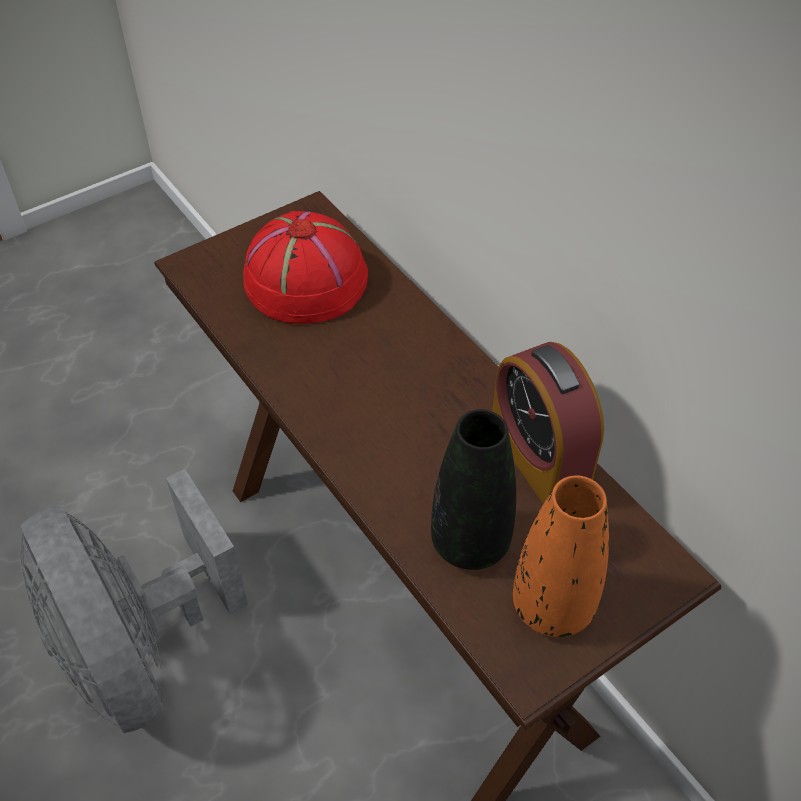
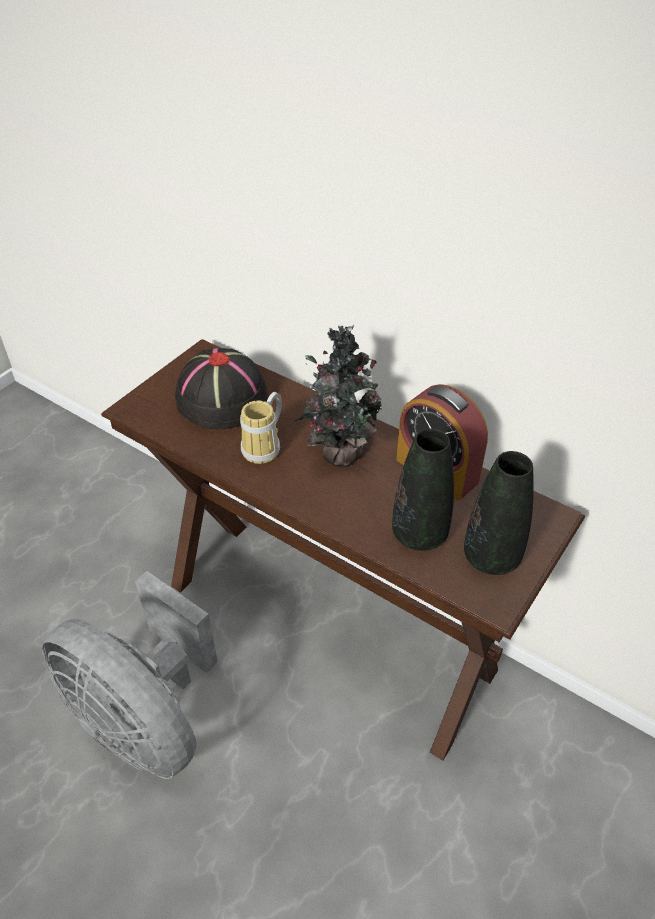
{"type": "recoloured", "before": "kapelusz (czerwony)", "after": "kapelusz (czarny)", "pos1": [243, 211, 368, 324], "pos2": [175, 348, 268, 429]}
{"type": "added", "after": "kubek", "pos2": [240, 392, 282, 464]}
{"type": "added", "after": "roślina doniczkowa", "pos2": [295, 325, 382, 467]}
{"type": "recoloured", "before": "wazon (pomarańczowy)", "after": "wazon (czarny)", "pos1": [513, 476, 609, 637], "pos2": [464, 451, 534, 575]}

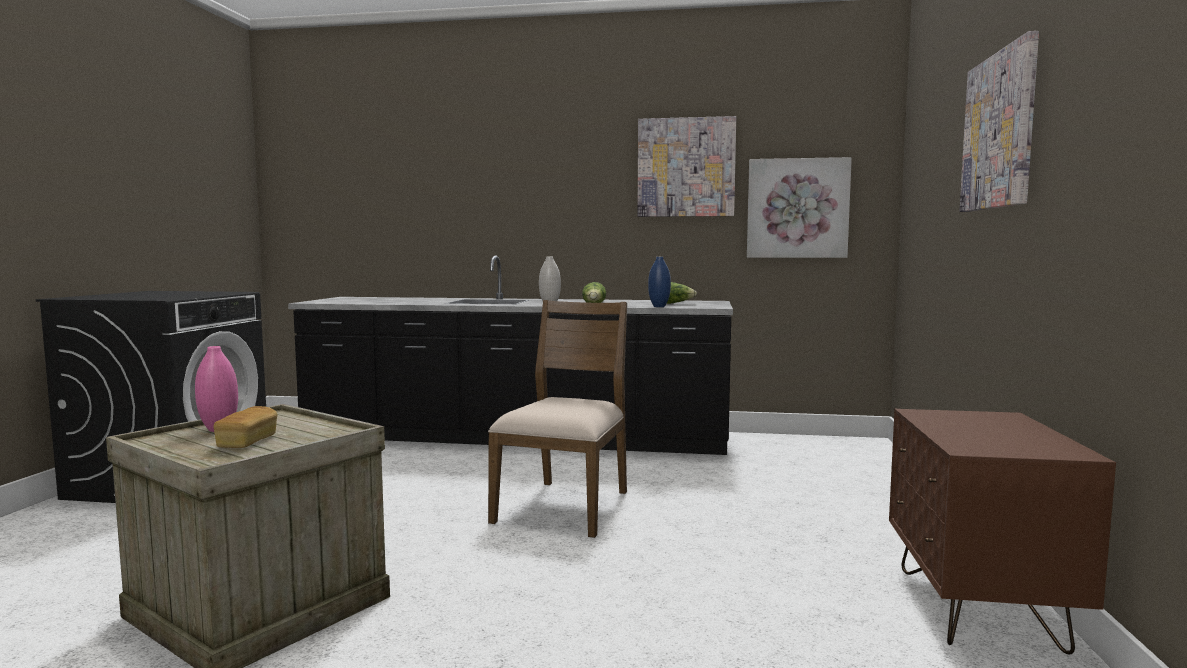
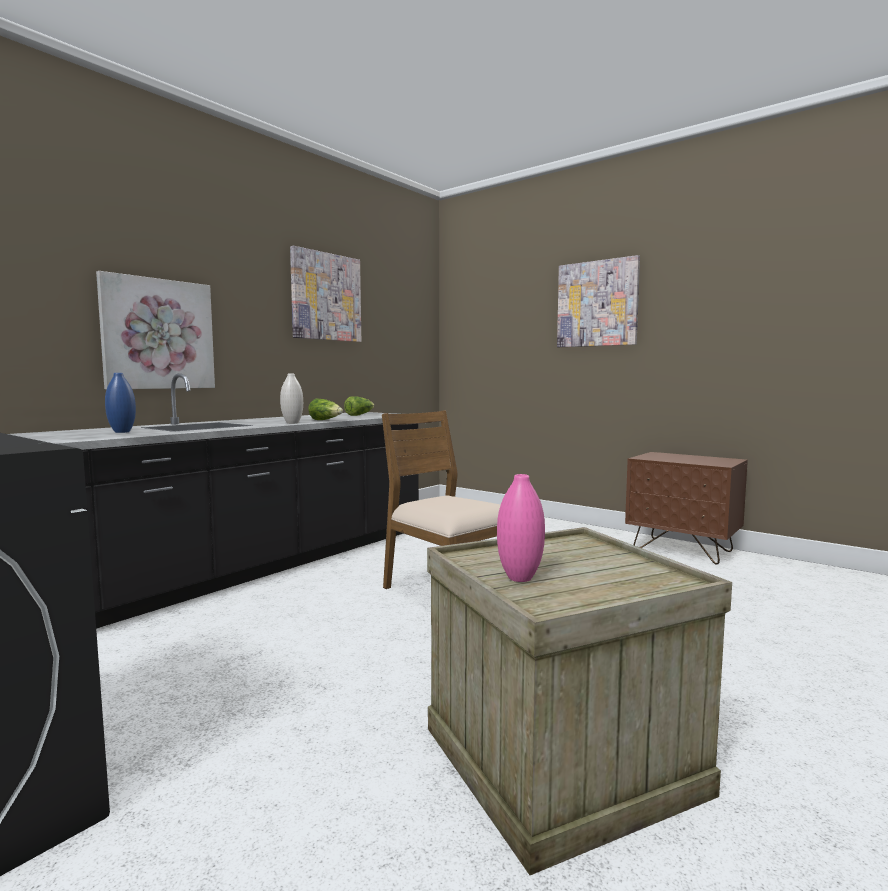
{"type": "moved", "before": "obraz", "pos1": [747, 157, 852, 258], "pos2": [96, 271, 215, 390]}
{"type": "moved", "before": "wazon (niebieski)", "pos1": [648, 257, 671, 307], "pos2": [105, 373, 136, 433]}
{"type": "removed", "before": "chleb", "pos1": [214, 406, 277, 448]}

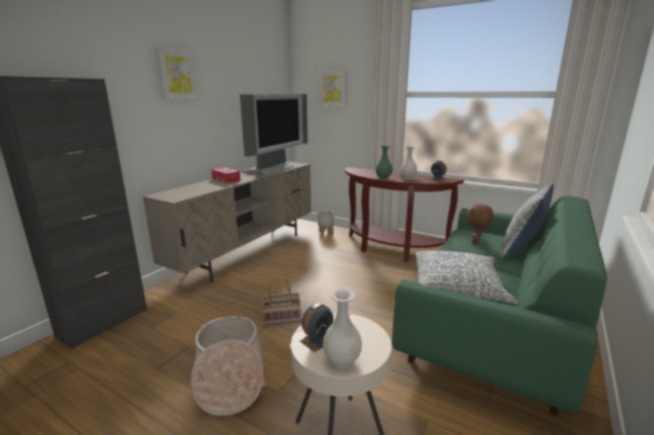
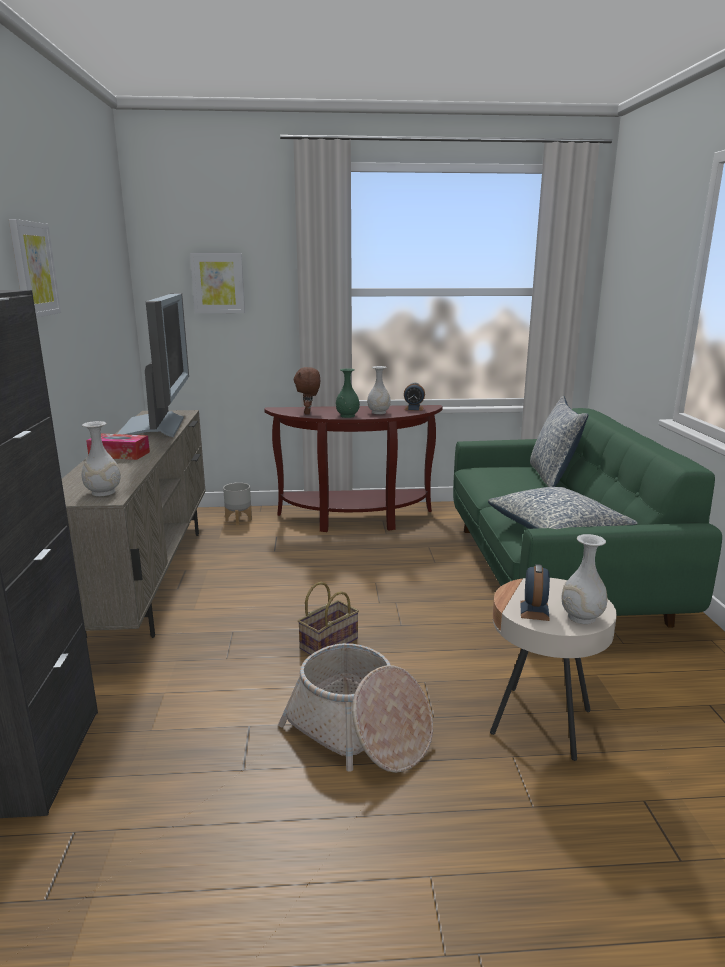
{"type": "added", "after": "wazon (biały)", "pos2": [82, 421, 121, 496]}
{"type": "moved", "before": "pluszak (brązowy)", "pos1": [467, 203, 493, 244], "pos2": [294, 367, 320, 415]}

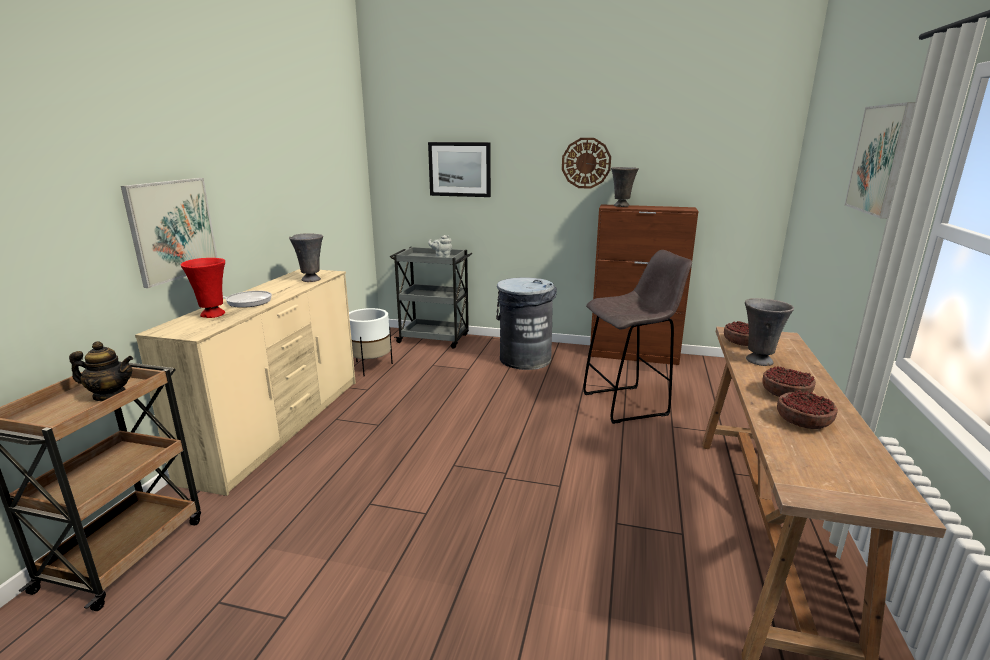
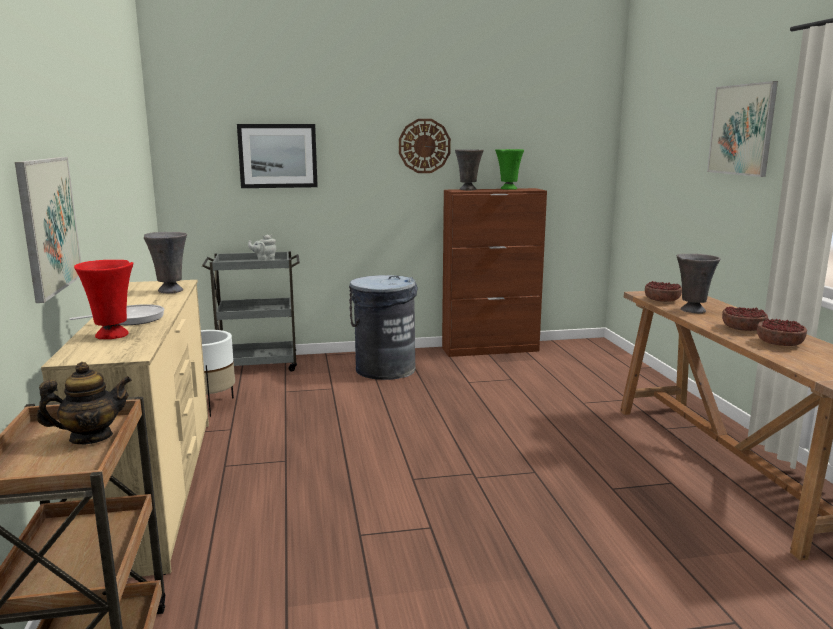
{"type": "added", "after": "wazon (zielony)", "pos2": [495, 149, 524, 190]}
{"type": "removed", "before": "stołek (szary)", "pos1": [583, 250, 692, 424]}

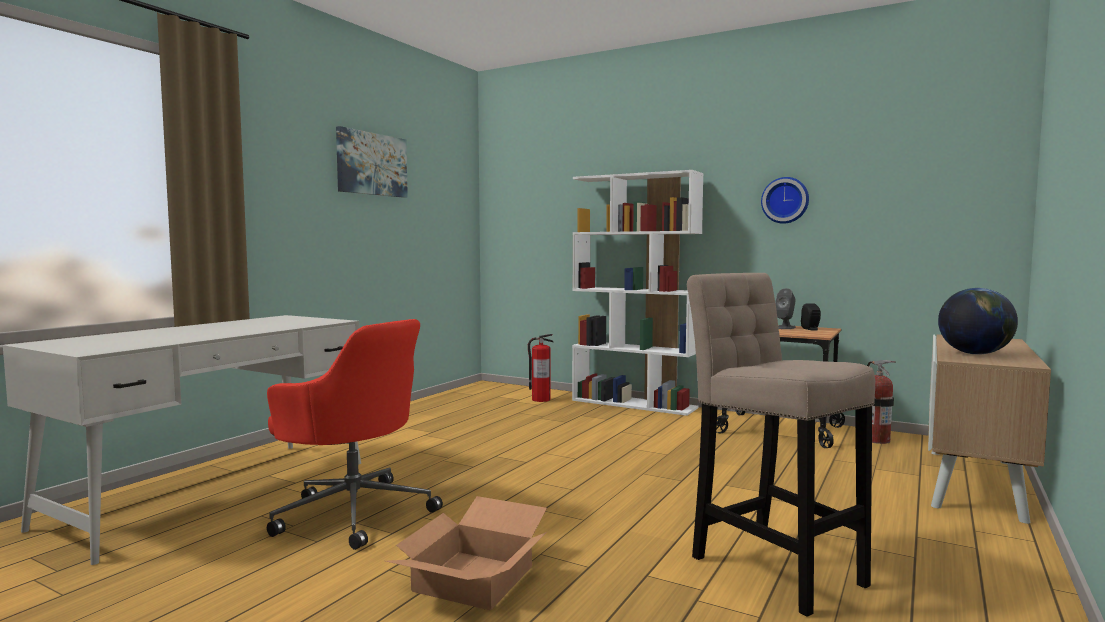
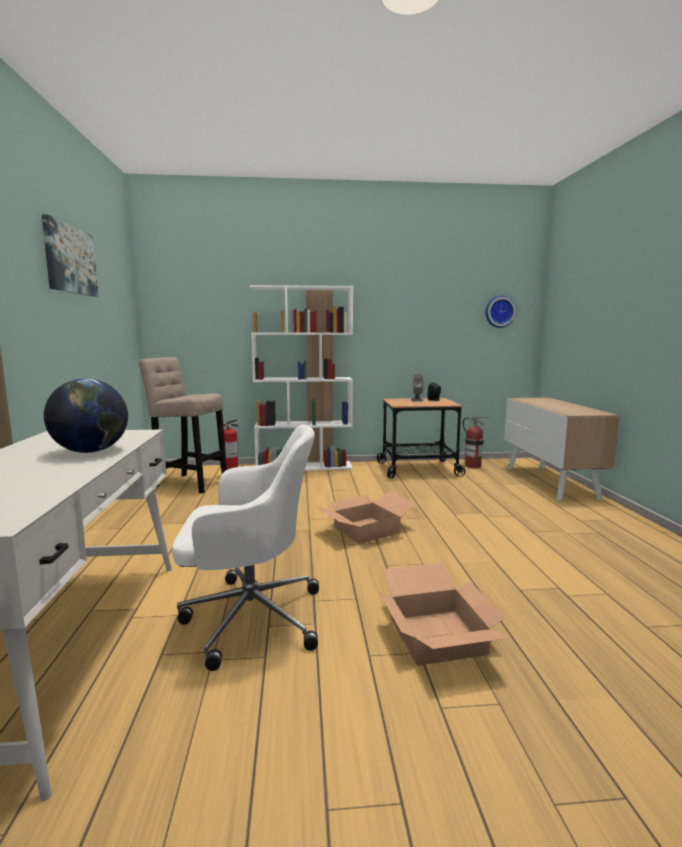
{"type": "moved", "before": "globus", "pos1": [938, 288, 1018, 355], "pos2": [44, 378, 128, 453]}
{"type": "moved", "before": "stołek (beżowy)", "pos1": [687, 273, 875, 617], "pos2": [138, 357, 227, 494]}
{"type": "recoloured", "before": "krzesło biurowe (czerwony)", "after": "krzesło biurowe (biały)", "pos1": [267, 319, 443, 550], "pos2": [172, 424, 319, 671]}
{"type": "added", "after": "karton", "pos2": [315, 491, 417, 544]}
{"type": "moved", "before": "zegar ścienny", "pos1": [761, 177, 809, 224], "pos2": [485, 296, 516, 328]}

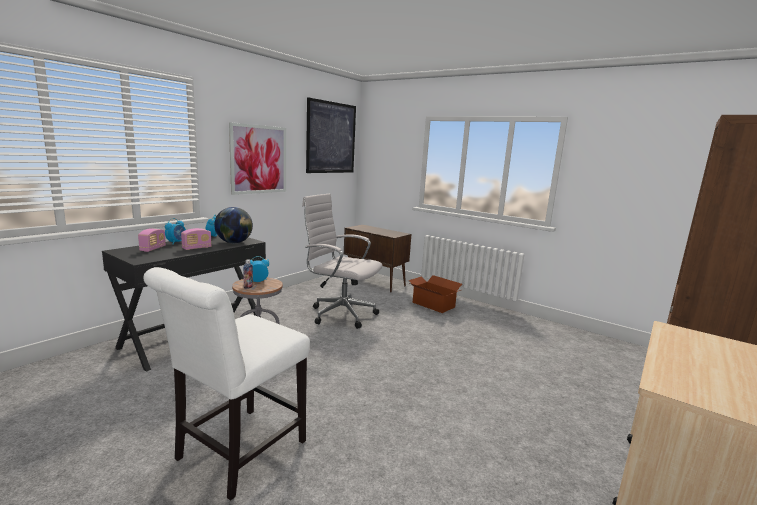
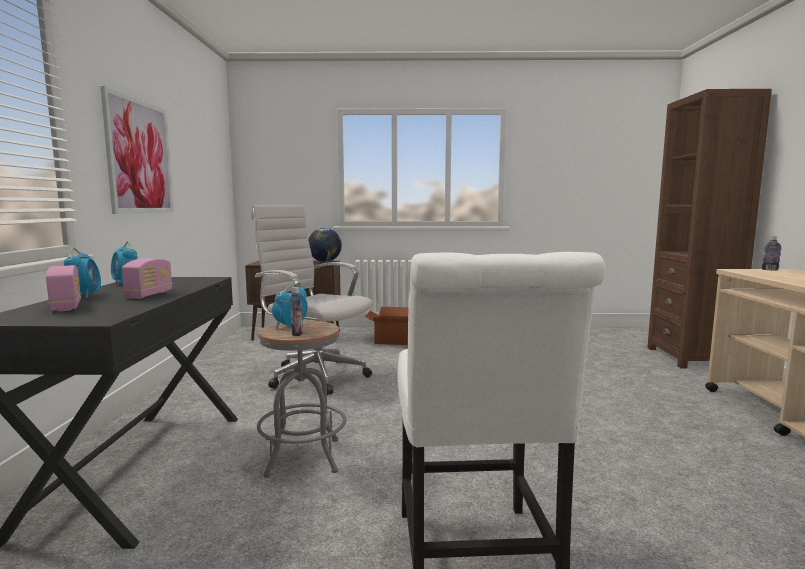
{"type": "turned", "before": "krzesło biurowe (biały)", "pos1": [302, 194, 383, 329], "pos2": [252, 205, 373, 395], "turn": 45}
{"type": "moved", "before": "globus", "pos1": [214, 207, 253, 243], "pos2": [308, 228, 342, 262]}
{"type": "added", "after": "butelka", "pos2": [762, 236, 782, 271]}
{"type": "removed", "before": "obraz", "pos1": [306, 97, 356, 173]}

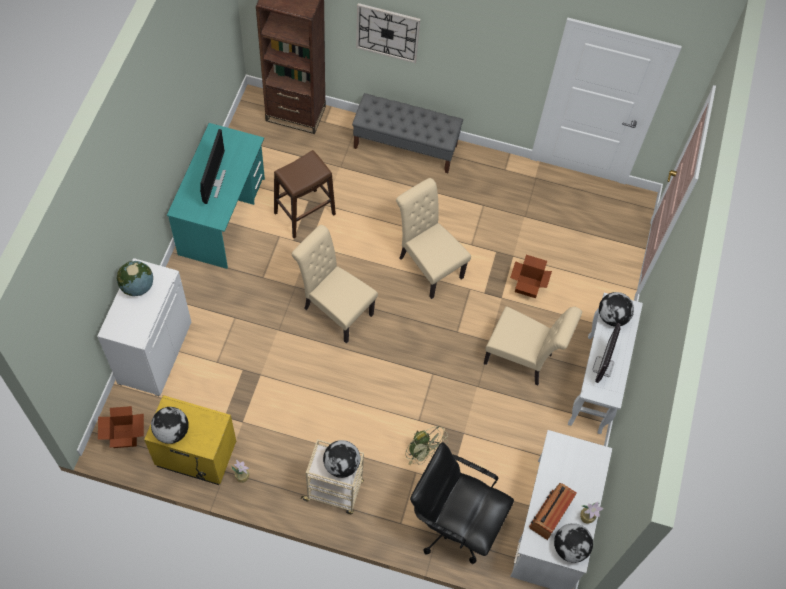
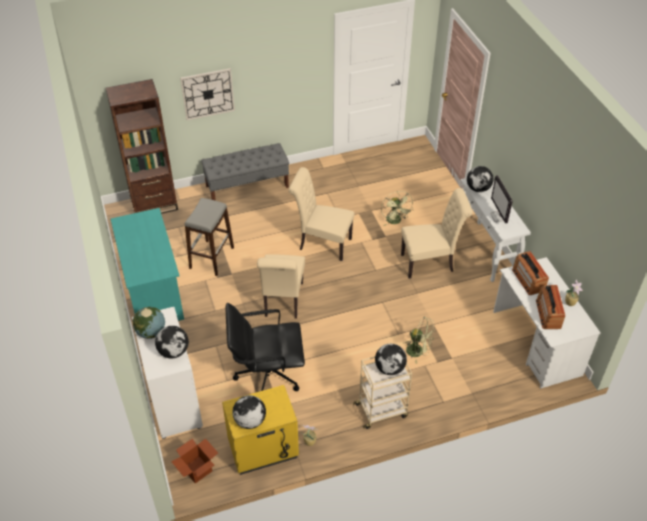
{"type": "moved", "before": "globus", "pos1": [554, 523, 593, 563], "pos2": [155, 326, 189, 358]}
{"type": "recoloured", "before": "stołek (brązowy)", "after": "stołek (szary)", "pos1": [274, 150, 336, 238], "pos2": [185, 198, 234, 276]}
{"type": "moved", "before": "krzesło biurowe (czarny)", "pos1": [410, 442, 514, 564], "pos2": [226, 303, 305, 391]}
{"type": "turned", "before": "krzesło (beżowy)", "pos1": [292, 225, 378, 344], "pos2": [257, 254, 305, 319], "turn": -90}
{"type": "replaced", "before": "karton", "after": "wentylator (zielony)", "pos1": [510, 255, 552, 298], "pos2": [381, 191, 414, 226]}
{"type": "added", "after": "radio", "pos2": [512, 251, 549, 295]}
{"type": "removed", "before": "monitor", "pos1": [200, 129, 226, 204]}

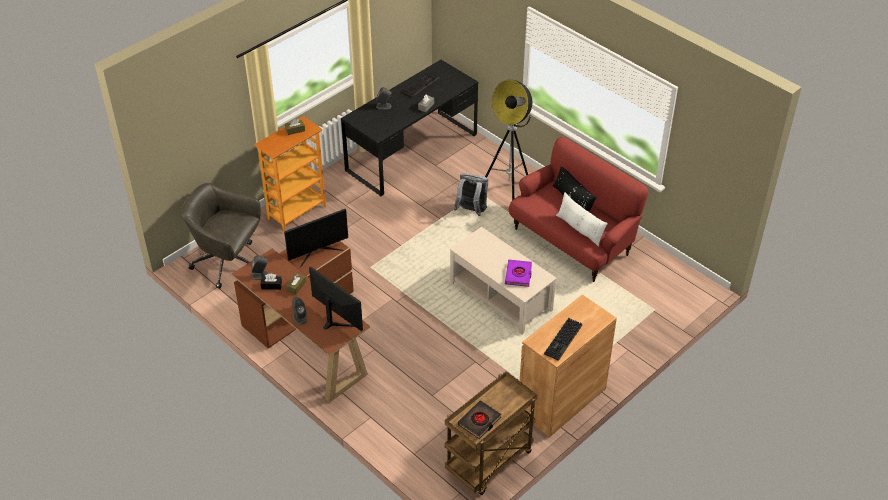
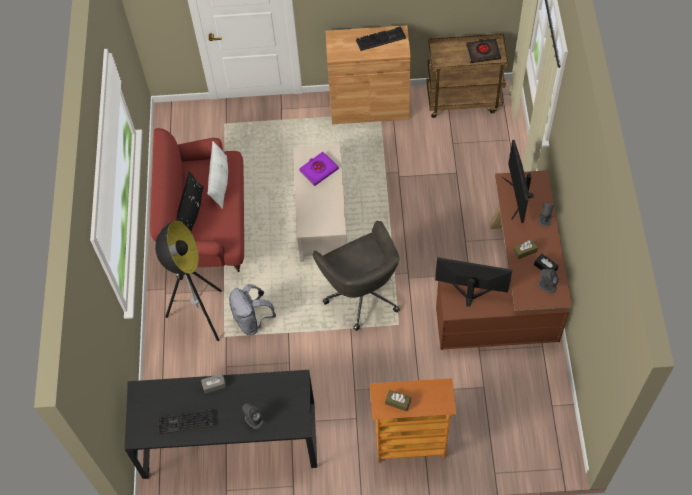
{"type": "moved", "before": "krzesło biurowe (szary)", "pos1": [182, 183, 261, 289], "pos2": [312, 221, 400, 331]}

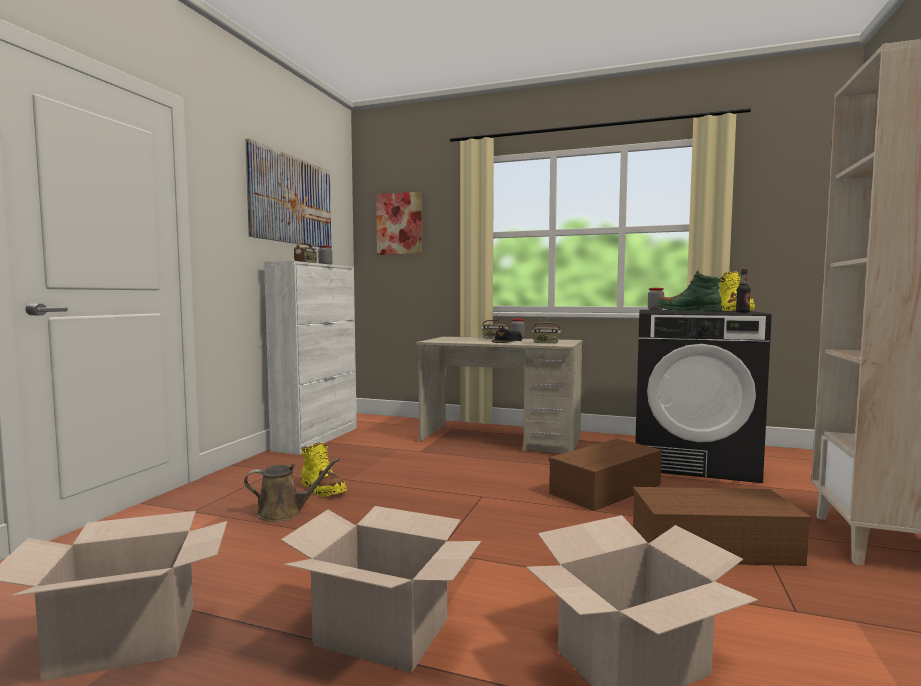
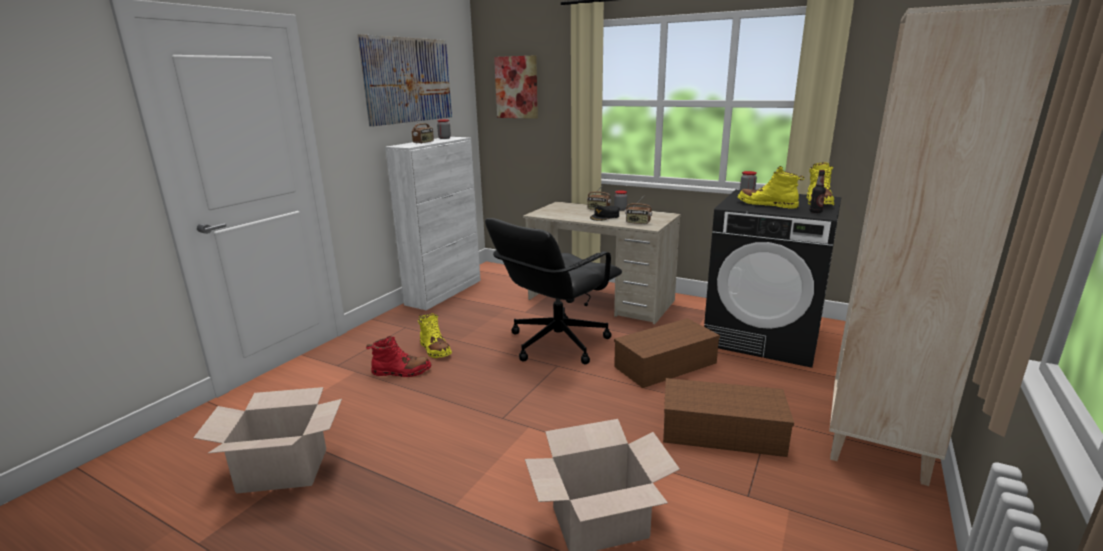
{"type": "replaced", "before": "konewka (brązowy)", "after": "but z cholewką (czerwony)", "pos1": [244, 458, 340, 522], "pos2": [366, 336, 431, 377]}
{"type": "added", "after": "krzesło biurowe (czarny)", "pos2": [485, 218, 622, 364]}
{"type": "recoloured", "before": "but z cholewką (zielony)", "after": "but z cholewką (żółty)", "pos1": [655, 271, 725, 311], "pos2": [737, 166, 804, 209]}
{"type": "removed", "before": "karton", "pos1": [281, 506, 481, 673]}

